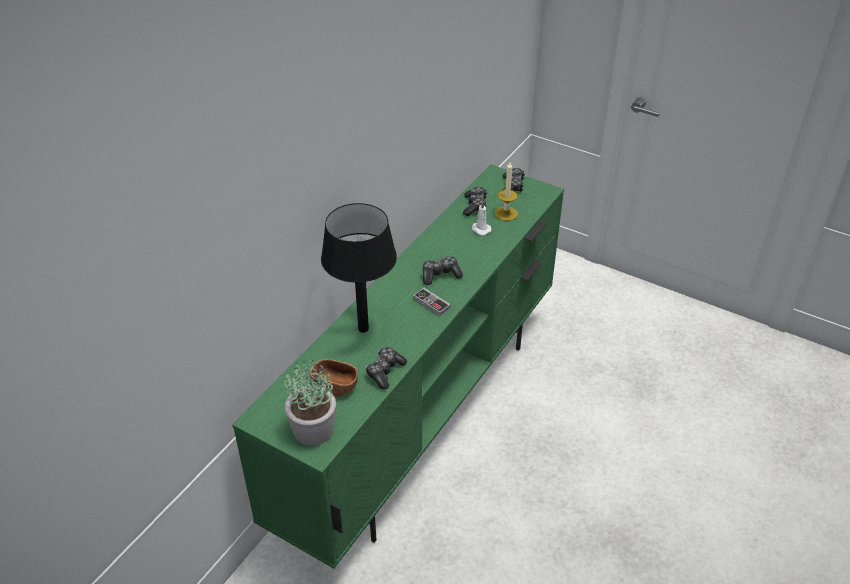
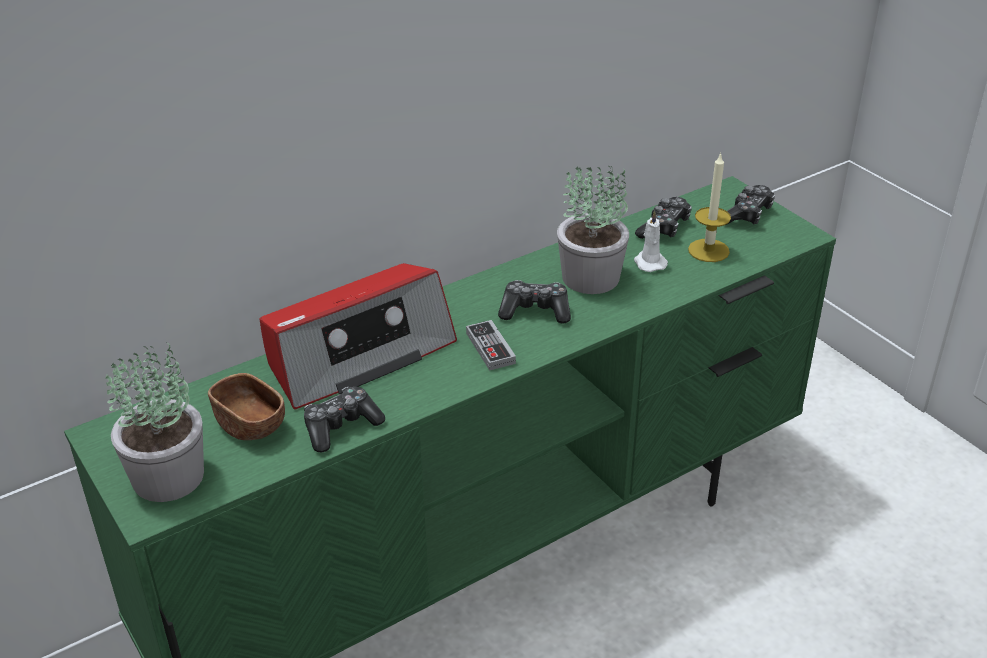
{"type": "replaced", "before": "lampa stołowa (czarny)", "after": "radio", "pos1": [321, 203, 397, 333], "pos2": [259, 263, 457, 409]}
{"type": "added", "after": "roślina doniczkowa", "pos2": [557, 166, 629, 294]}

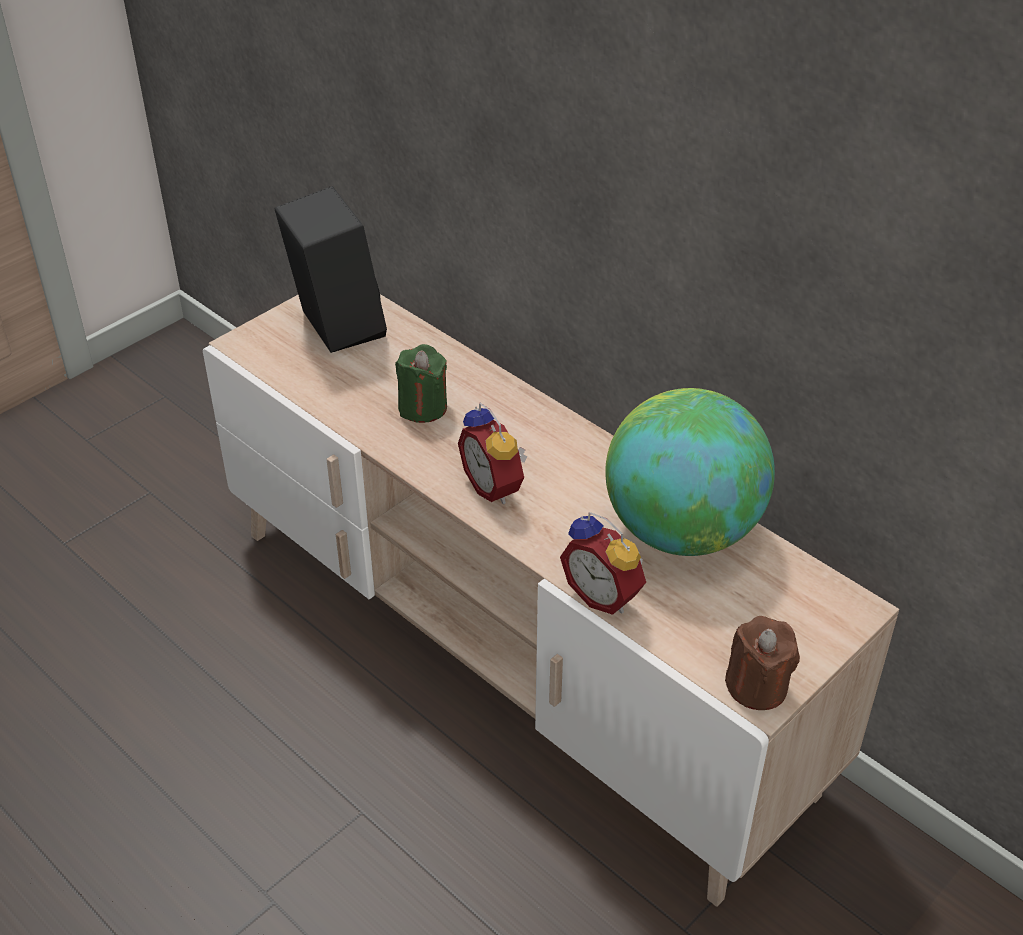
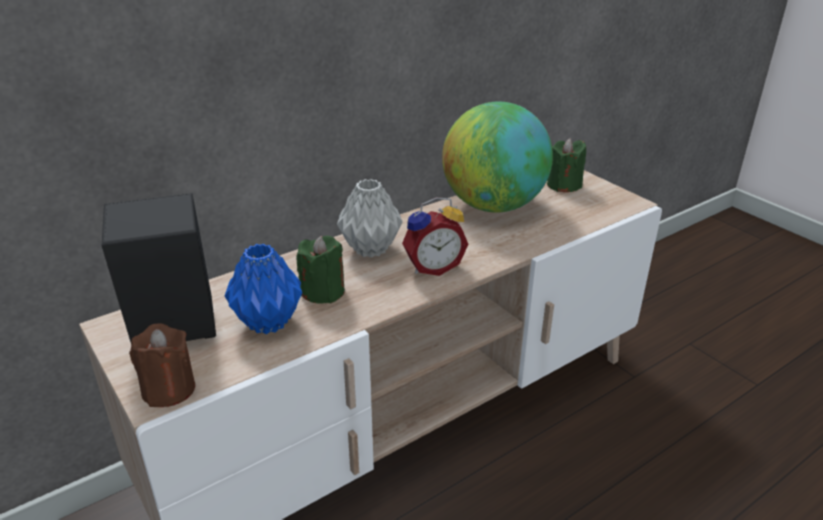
{"type": "moved", "before": "świeca (brązowy)", "pos1": [725, 616, 800, 710], "pos2": [129, 324, 195, 407]}
{"type": "added", "after": "wazon (niebieski)", "pos2": [225, 244, 302, 334]}
{"type": "added", "after": "wazon (szary)", "pos2": [337, 179, 403, 258]}
{"type": "added", "after": "świeca (zielony)", "pos2": [547, 138, 586, 192]}
{"type": "removed", "before": "budzik", "pos1": [560, 512, 646, 615]}

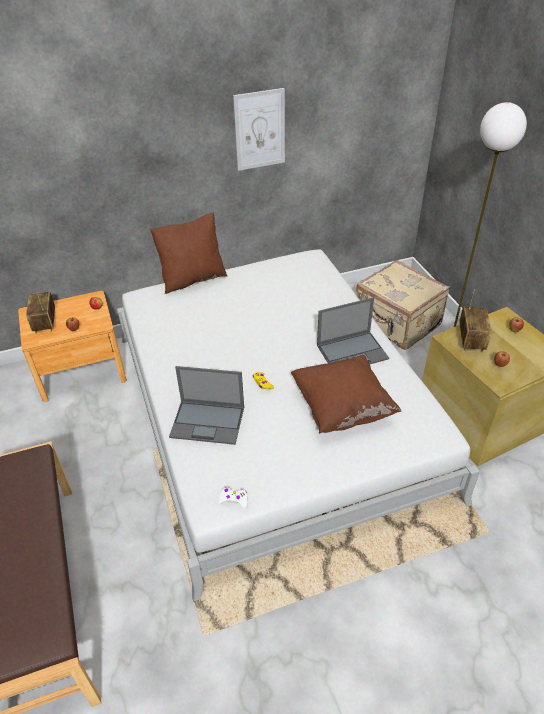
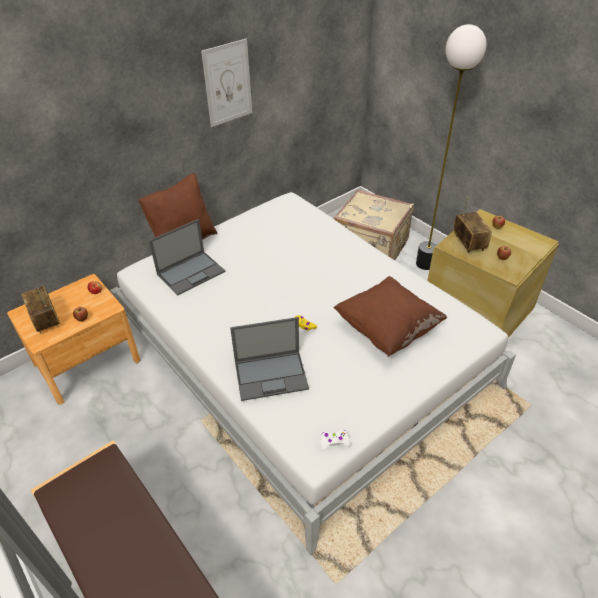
{"type": "moved", "before": "laptop", "pos1": [317, 297, 389, 364], "pos2": [149, 219, 226, 295]}

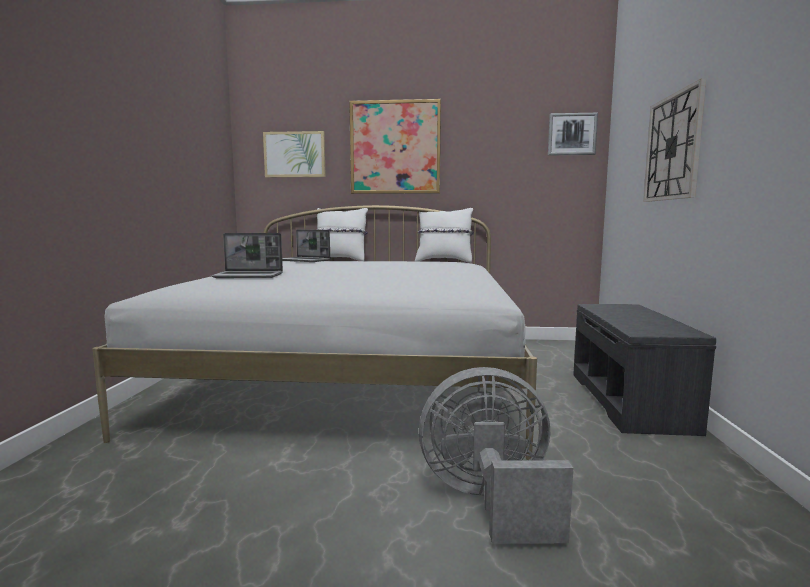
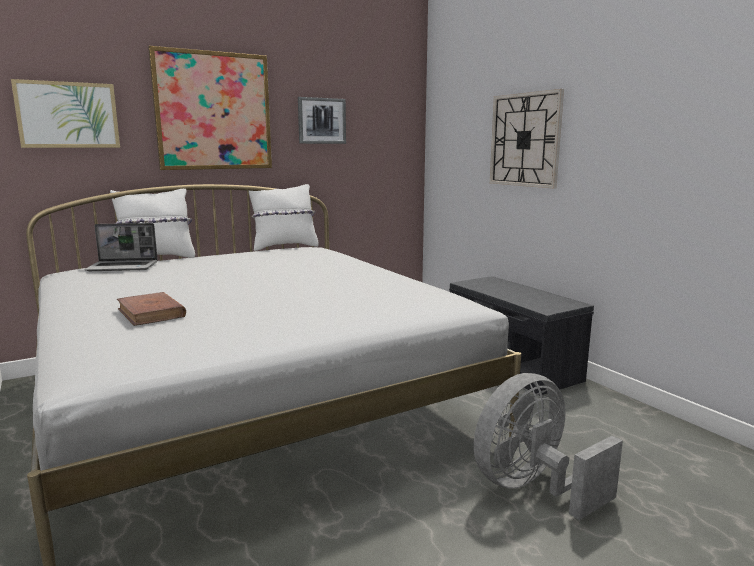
{"type": "replaced", "before": "laptop", "after": "książka (brązowy)", "pos1": [211, 233, 283, 278], "pos2": [117, 292, 186, 326]}
{"type": "moved", "before": "obraz", "pos1": [548, 113, 598, 155], "pos2": [298, 97, 346, 144]}

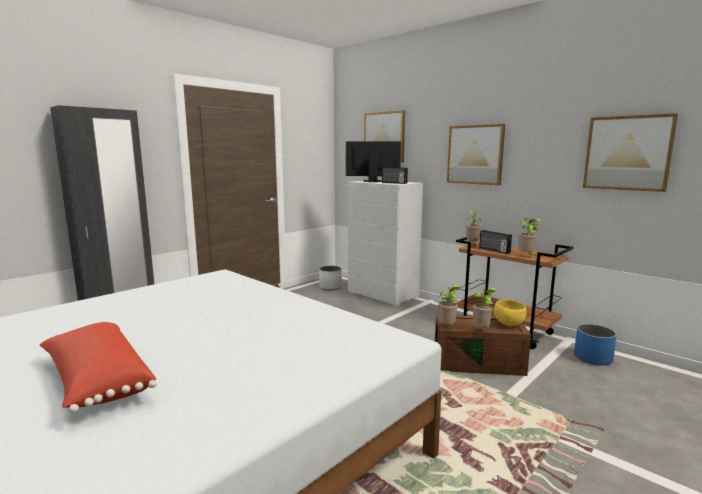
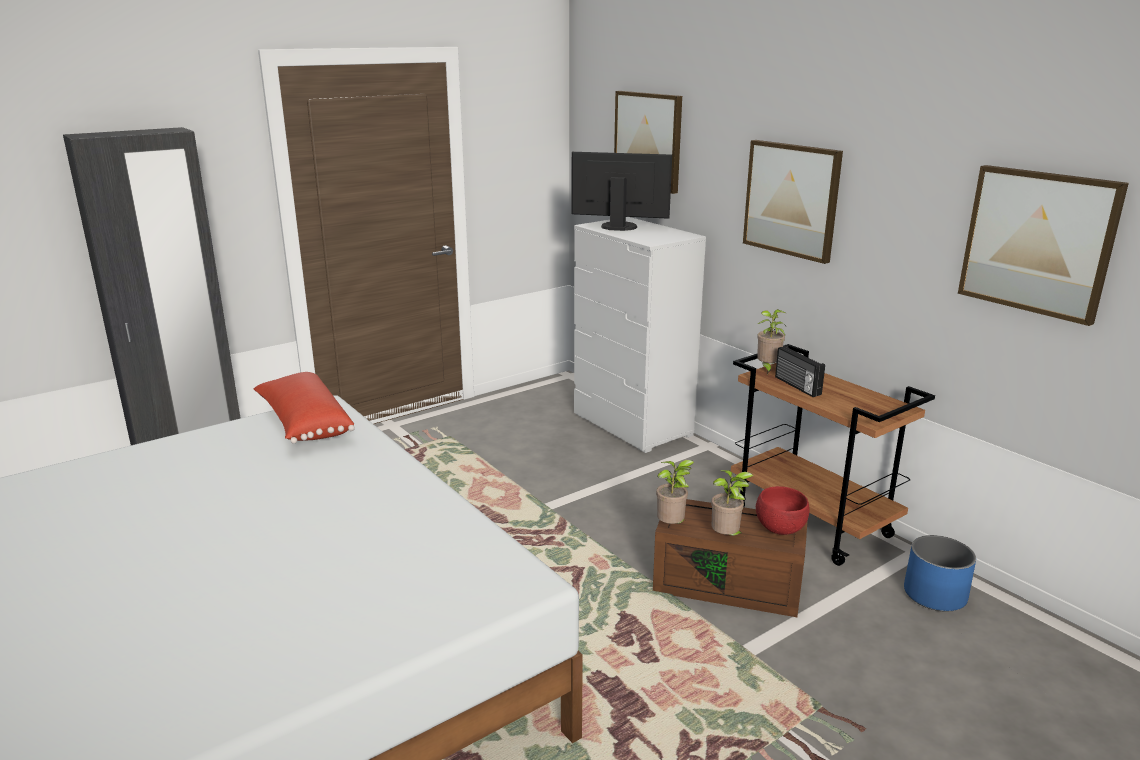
{"type": "moved", "before": "poduszka (czerwony)", "pos1": [40, 322, 157, 413], "pos2": [254, 372, 355, 444]}
{"type": "recoloured", "before": "miska (żółty)", "after": "miska (czerwony)", "pos1": [494, 300, 526, 326], "pos2": [756, 486, 810, 535]}
{"type": "removed", "before": "donica (biały)", "pos1": [319, 266, 342, 290]}
{"type": "removed", "before": "radio", "pos1": [382, 167, 408, 184]}
{"type": "removed", "before": "roślina doniczkowa", "pos1": [518, 218, 542, 254]}

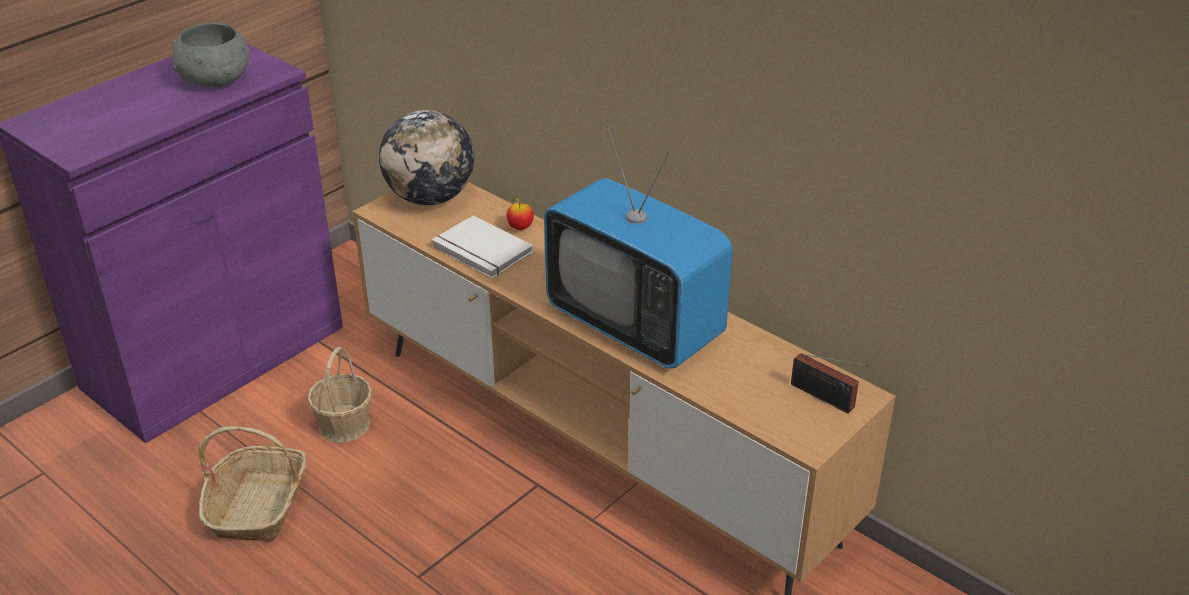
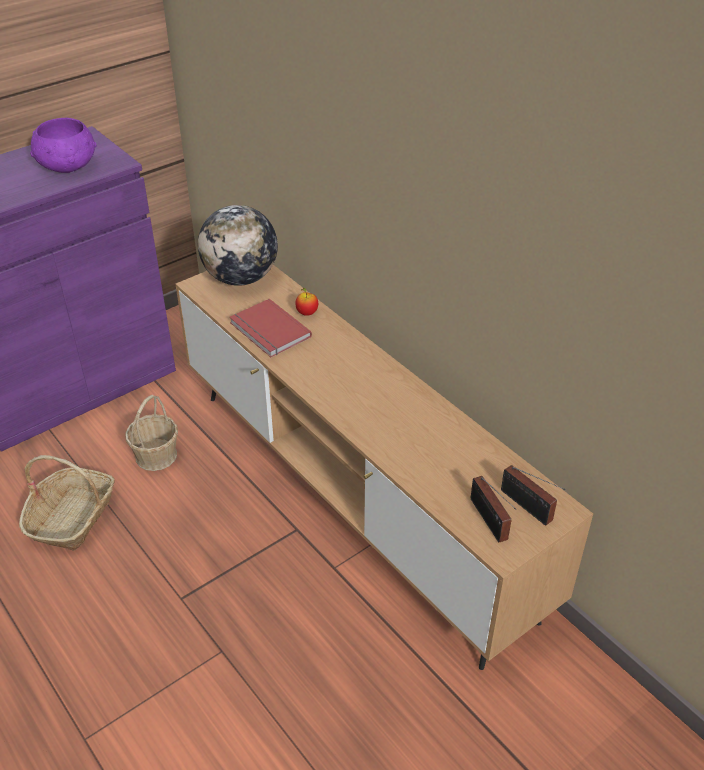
{"type": "recoloured", "before": "miska (szary)", "after": "miska (fioletowy)", "pos1": [172, 23, 250, 87], "pos2": [30, 118, 96, 173]}
{"type": "recoloured", "before": "książka (biały)", "after": "książka (czerwony)", "pos1": [432, 216, 534, 278], "pos2": [229, 299, 312, 357]}
{"type": "added", "after": "radio", "pos2": [471, 476, 516, 542]}
{"type": "removed", "before": "telewizor", "pos1": [544, 125, 733, 369]}

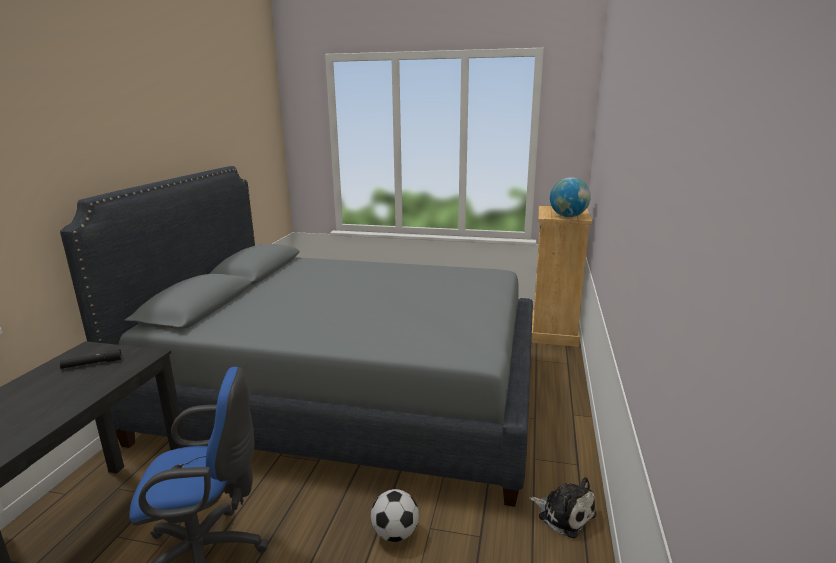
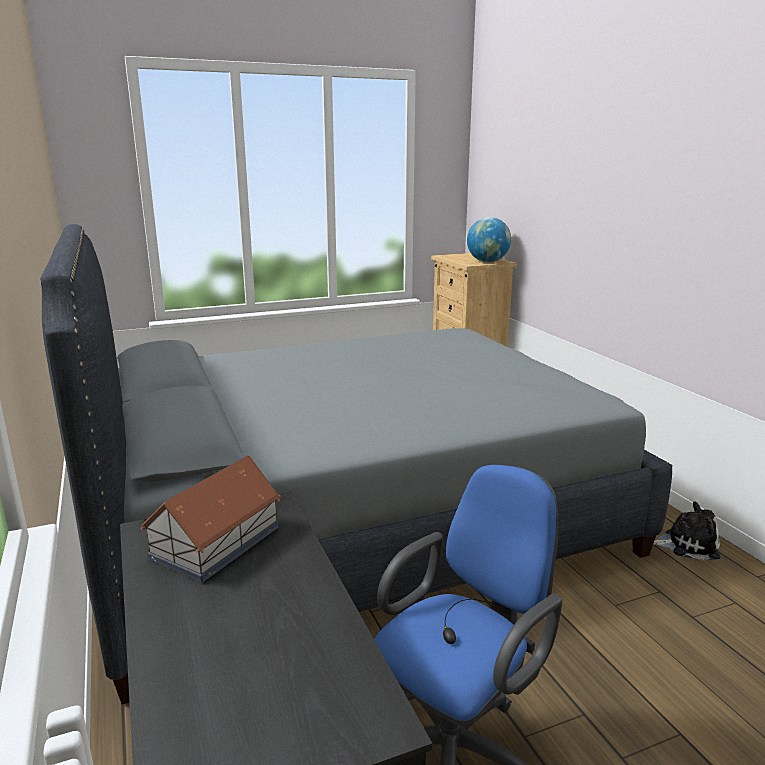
{"type": "replaced", "before": "latarka (czarny)", "after": "domek", "pos1": [60, 349, 122, 369], "pos2": [140, 456, 281, 583]}
{"type": "removed", "before": "piłka futbolowa", "pos1": [371, 489, 419, 542]}

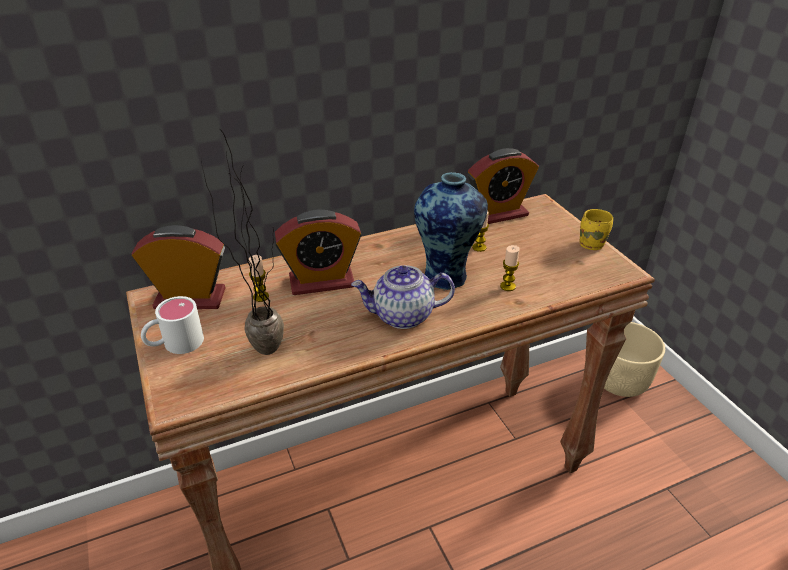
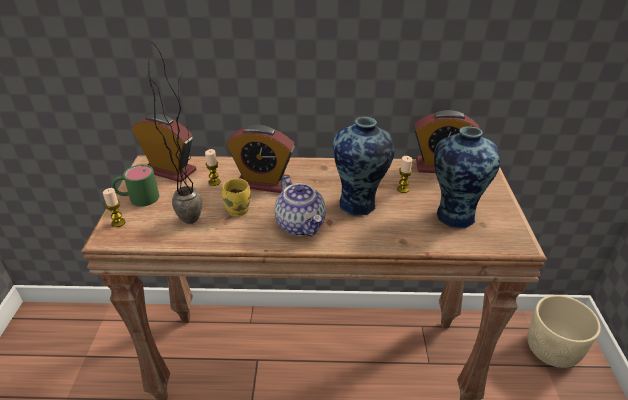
{"type": "moved", "before": "świeca", "pos1": [500, 245, 520, 291], "pos2": [103, 188, 125, 227]}
{"type": "recoloured", "before": "kubek (biały)", "after": "kubek (zielony)", "pos1": [141, 296, 204, 354], "pos2": [111, 164, 159, 207]}
{"type": "moved", "before": "kubek (żółty)", "pos1": [579, 209, 613, 250], "pos2": [222, 178, 251, 216]}
{"type": "turned", "before": "imbryk", "pos1": [351, 265, 455, 329], "pos2": [274, 176, 326, 237], "turn": -135}
{"type": "added", "after": "wazon", "pos2": [434, 126, 500, 228]}

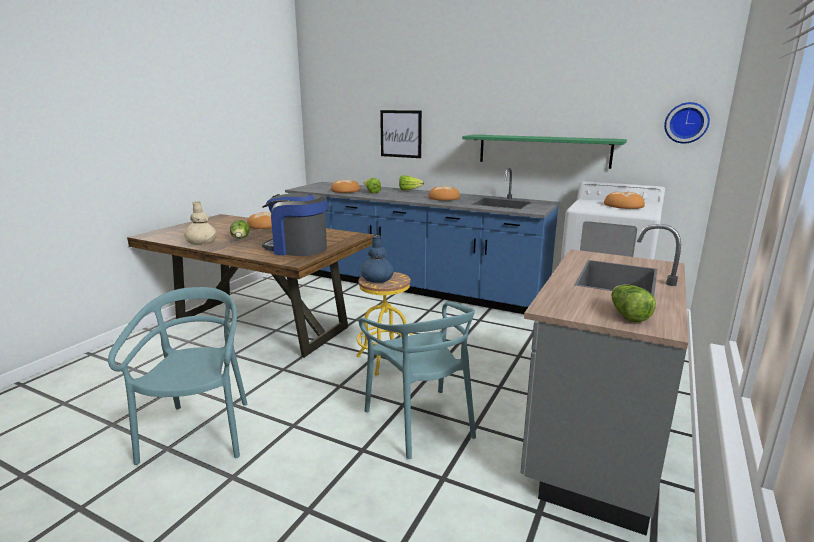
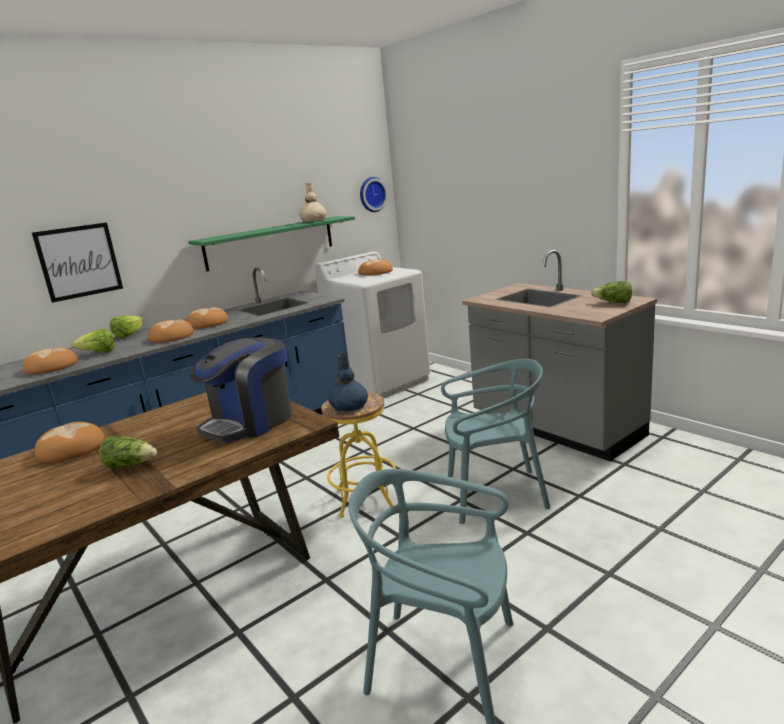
{"type": "added", "after": "chleb", "pos2": [148, 319, 194, 343]}
{"type": "moved", "before": "wazon (beżowy)", "pos1": [184, 202, 217, 245], "pos2": [299, 182, 326, 222]}

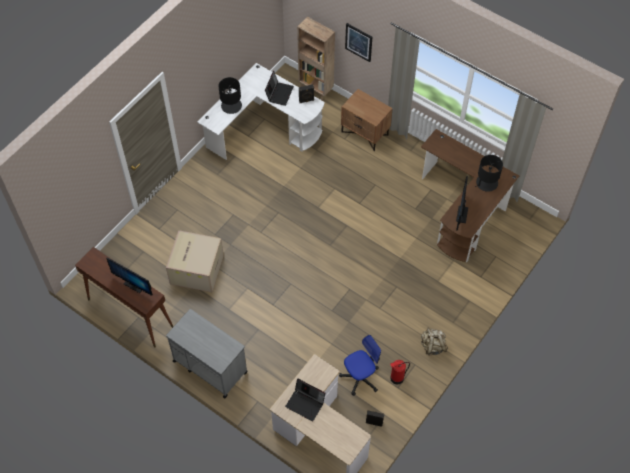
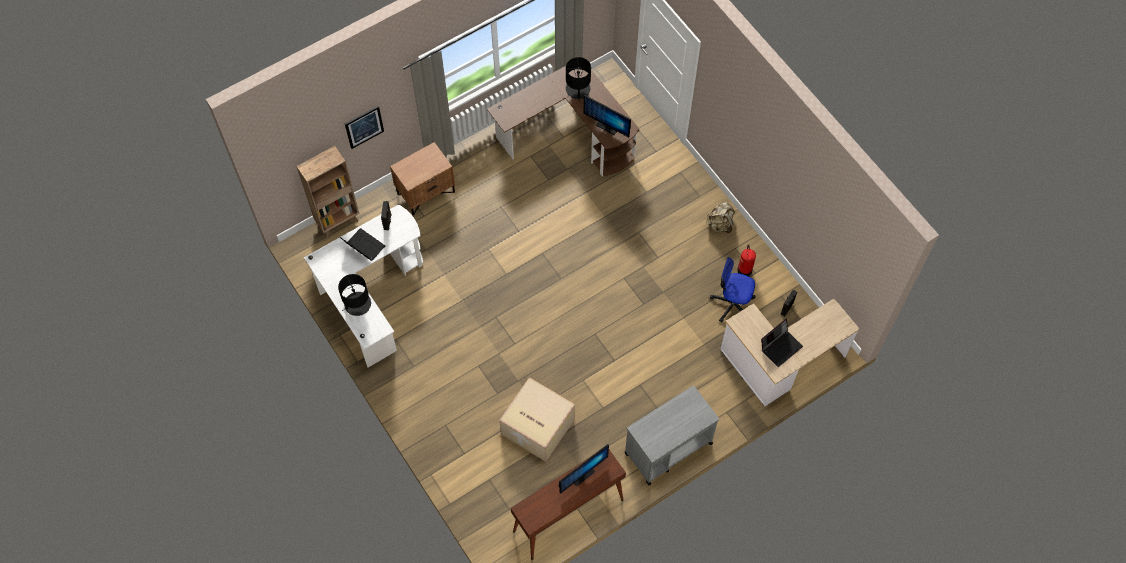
{"type": "turned", "before": "krzesło biurowe", "pos1": [339, 335, 381, 396], "pos2": [710, 257, 755, 322], "turn": -60}

